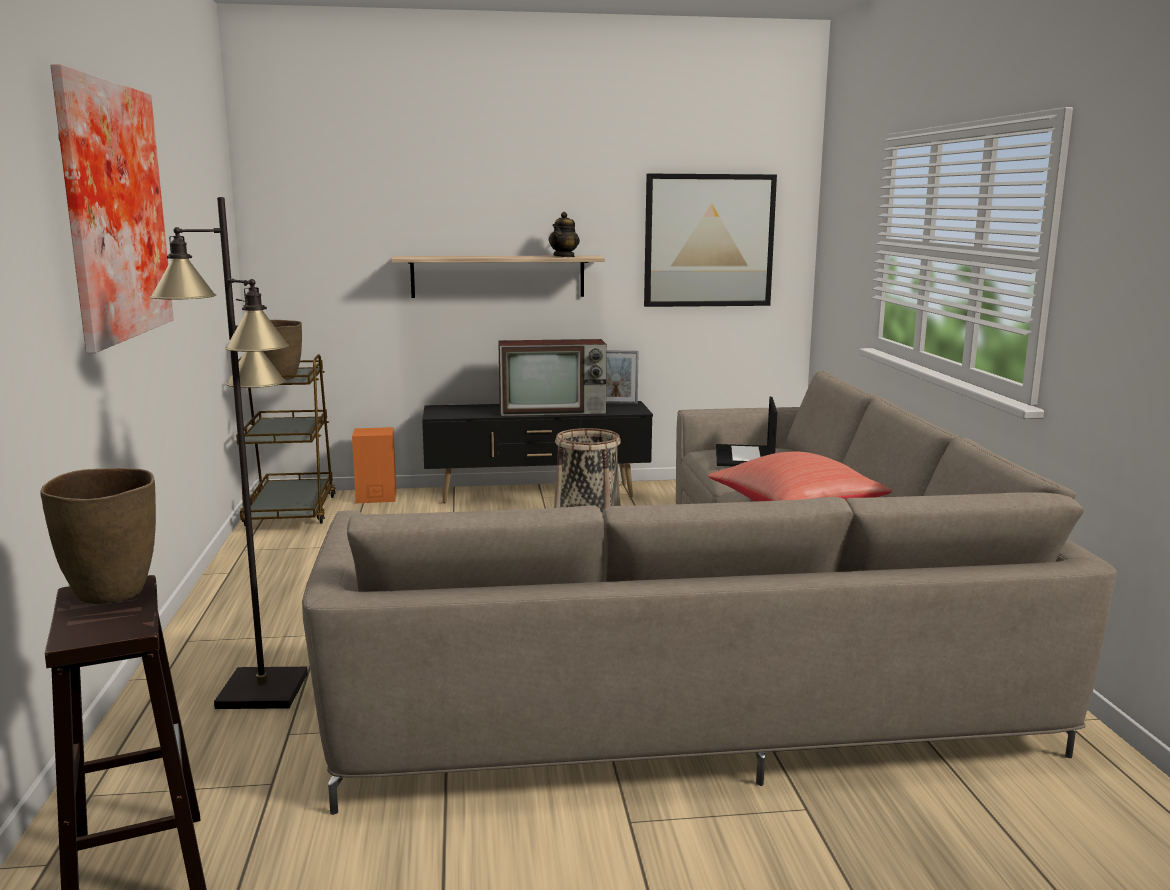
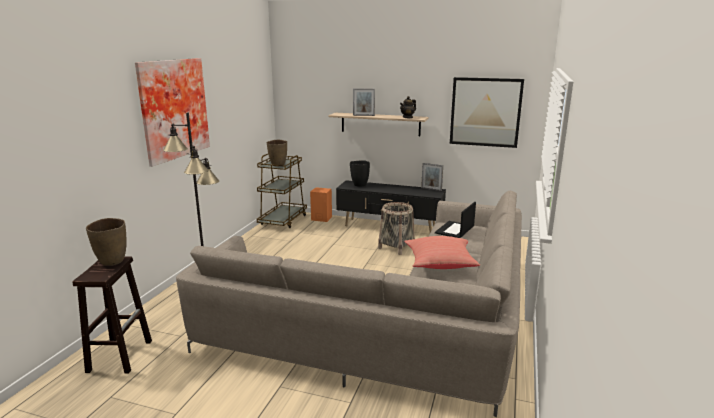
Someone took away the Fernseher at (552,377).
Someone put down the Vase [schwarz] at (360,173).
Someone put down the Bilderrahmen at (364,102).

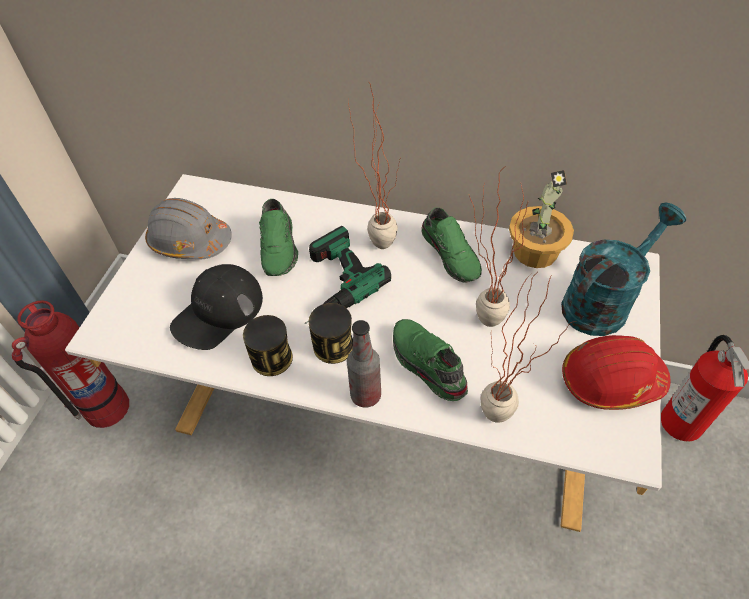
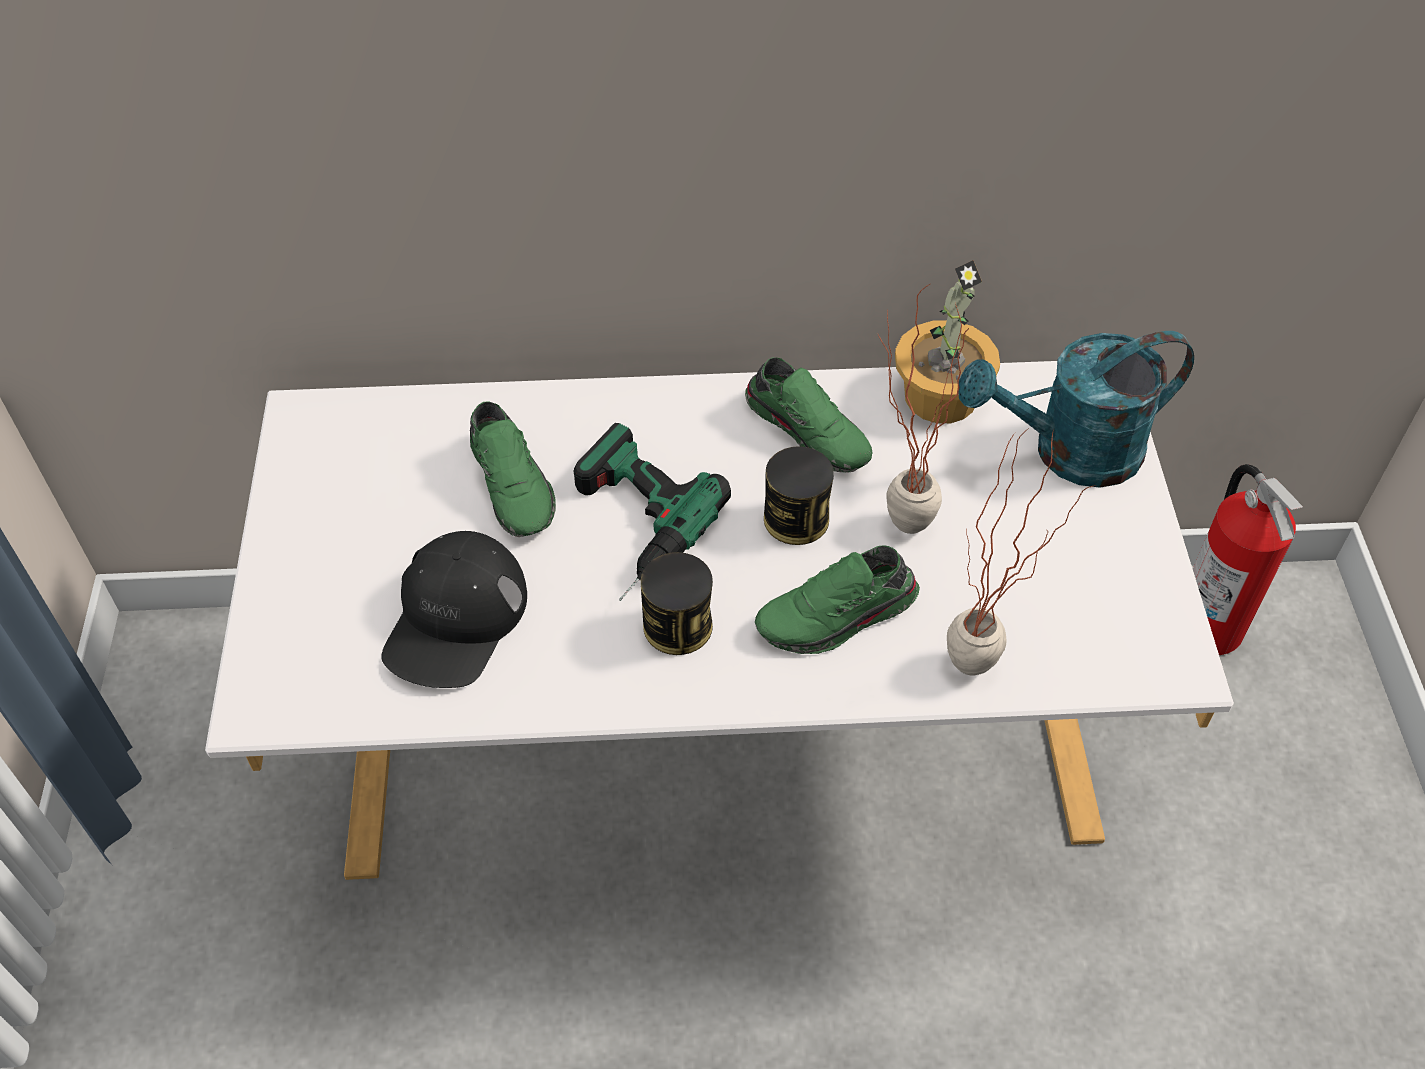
Someone took away the Feuerlöscher at (70,364).
Someone took away the Schutzhelm [grau] at (188,229).
Someone carried the Dose from (268,345) to (799,495).
Someone took away the Flasche at (364,364).
Someone took away the Topfpflanze at (374,166).
Someone rotated the Schuh [grün] at (430,360) by 60 degrees counterclockwise.
Someone rotated the Gießkanne [türkis] at (623,269) by 135 degrees counterclockwise.
Someone took away the Schutzhelm [rot] at (616,372).

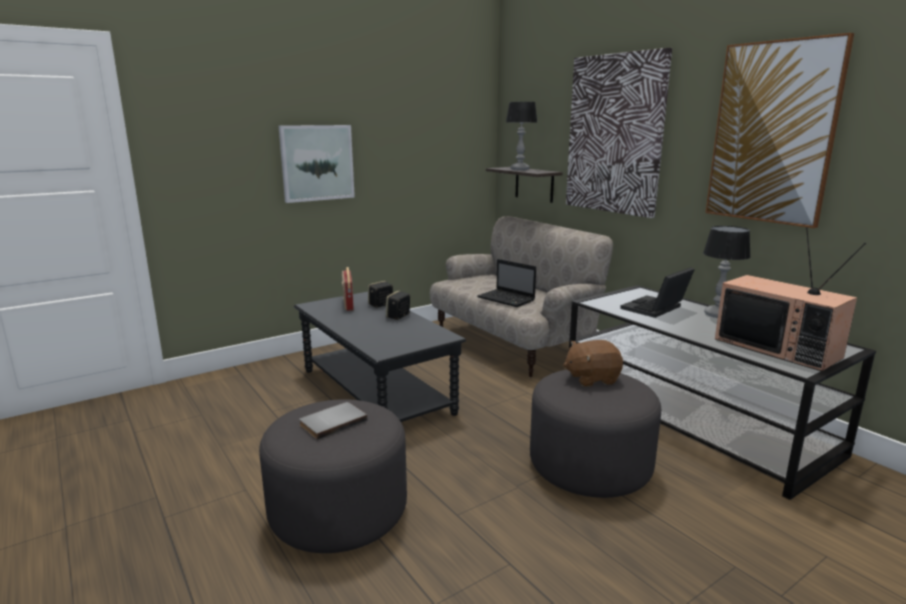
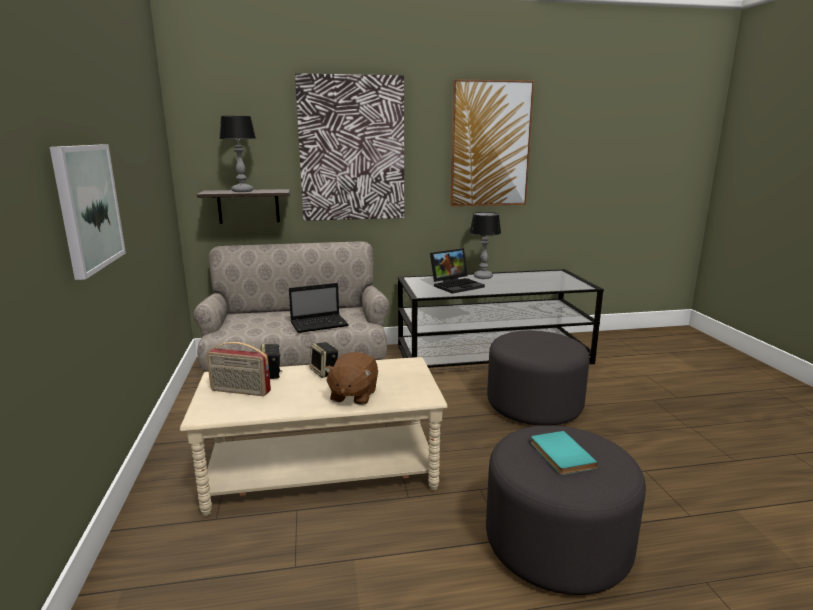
Someone repainted the Couchtisch [schwarz] at (380,357), which became the Couchtisch [beige] at (313,436).
Someone repainted the Buch [grau] at (333,421), which became the Buch [türkis] at (564,453).
Someone carried the Plüschtier [braun] from (593,363) to (351,378).
Someone rotated the Laptop at (657,292) by 105 degrees counterclockwise.
Someone took away the Fernseher at (790,299).

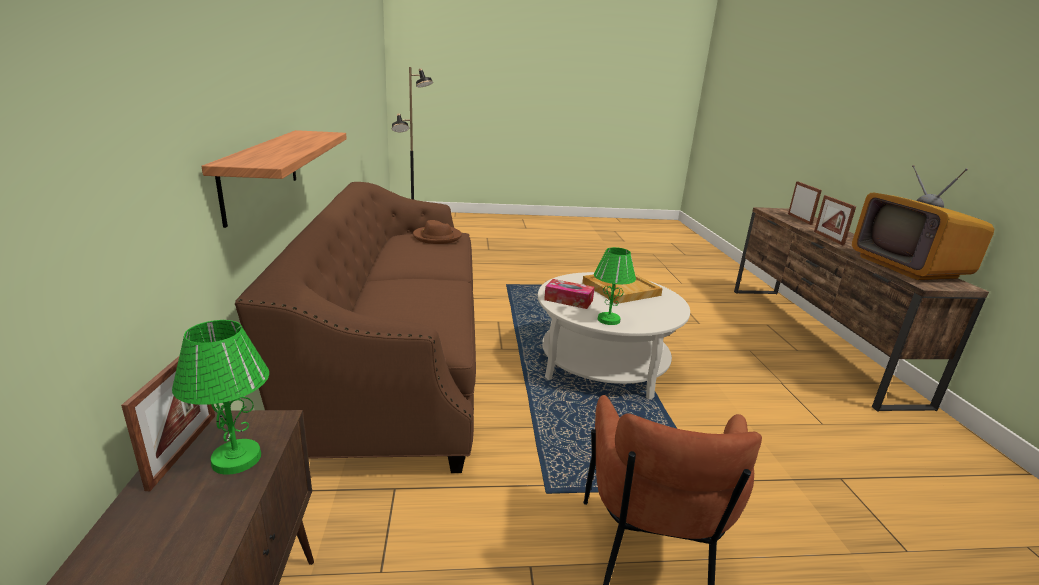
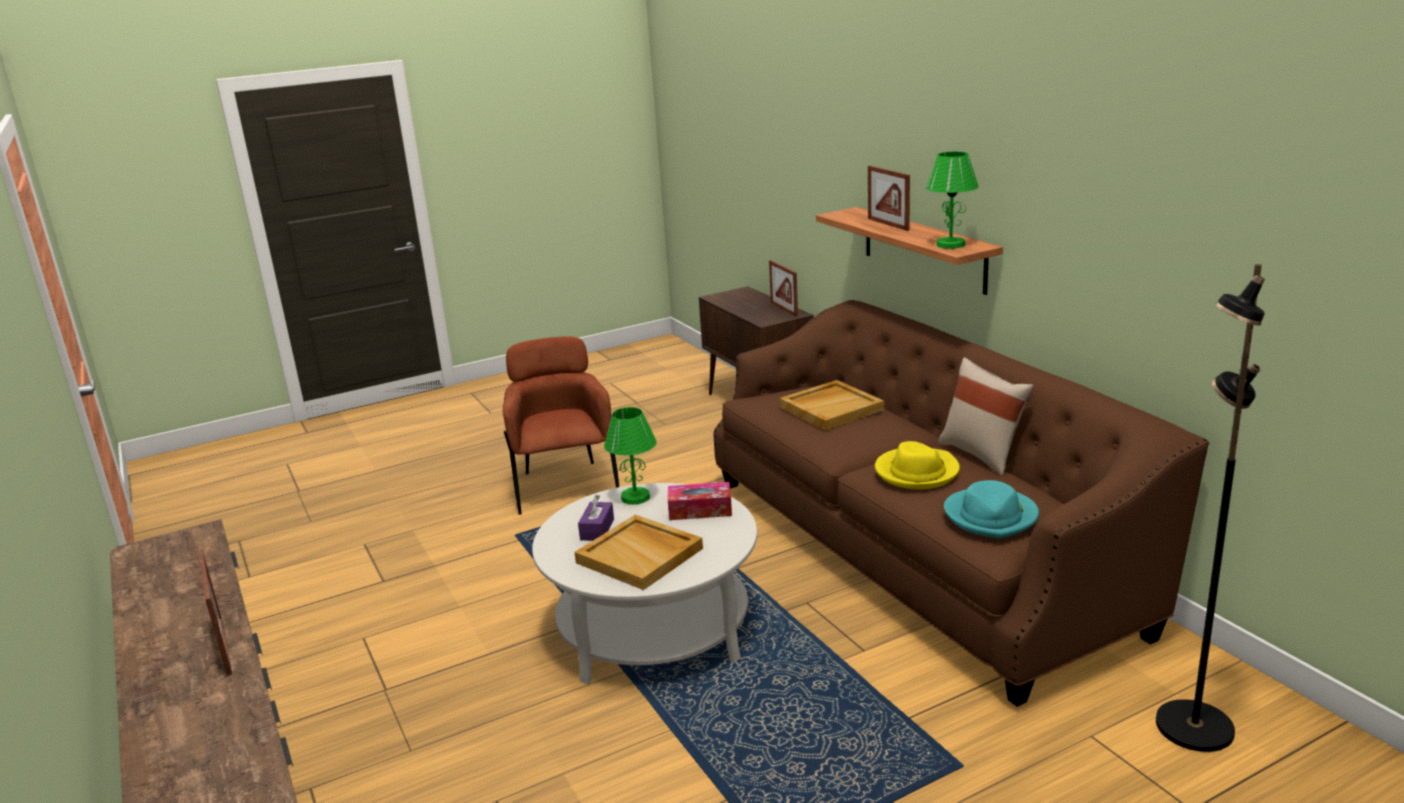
Someone carried the Tischlampe [grün] from (220,397) to (952,200).
Someone repainted the Hut [braun] at (437,232), which became the Hut [türkis] at (991,509).
Someone carried the Bilderrahmen from (805,203) to (889,198).
Someone took away the Fernseher at (923,222).
Someone put down the Taschentuchbox [lila] at (596,518).
Someone put down the Tablett [beige] at (832,405).
Someone put down the Hut [gelb] at (917,465).
Someone put down the Kissen [beige] at (986,416).

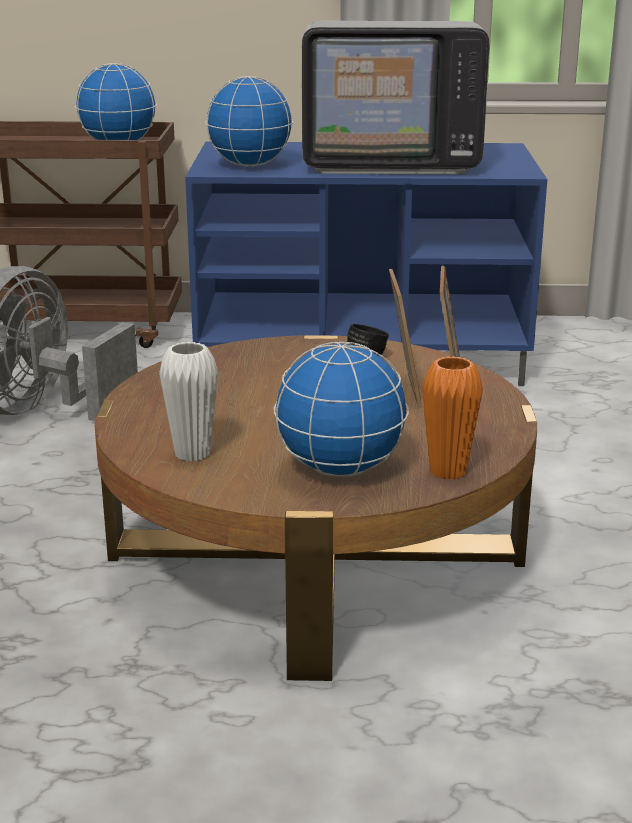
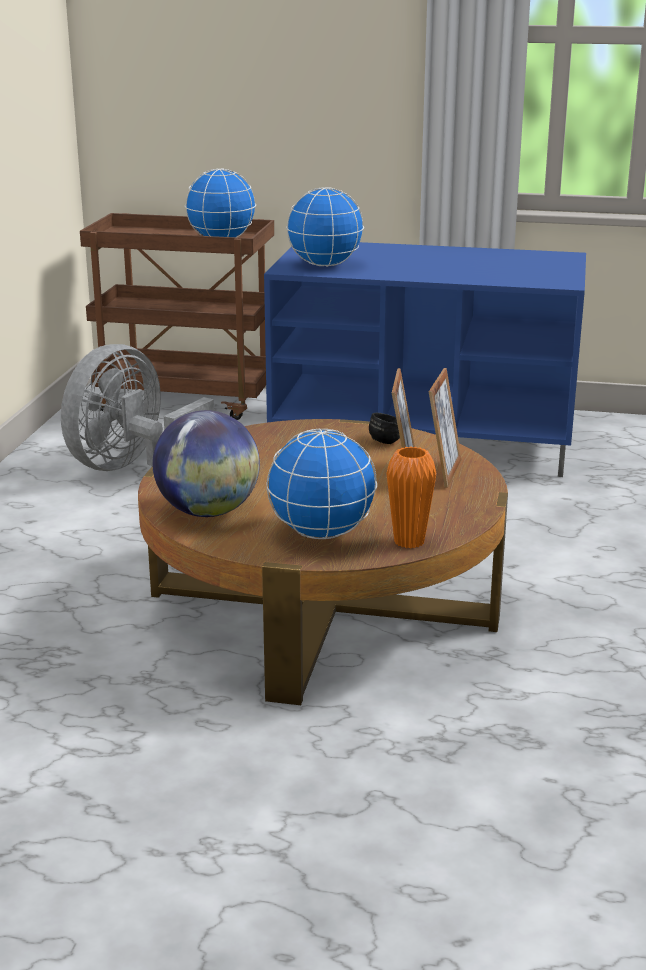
Someone swapped the Vase [weiß] at (188,402) for the Globus at (206,463).
Someone took away the Fernseher at (396,98).

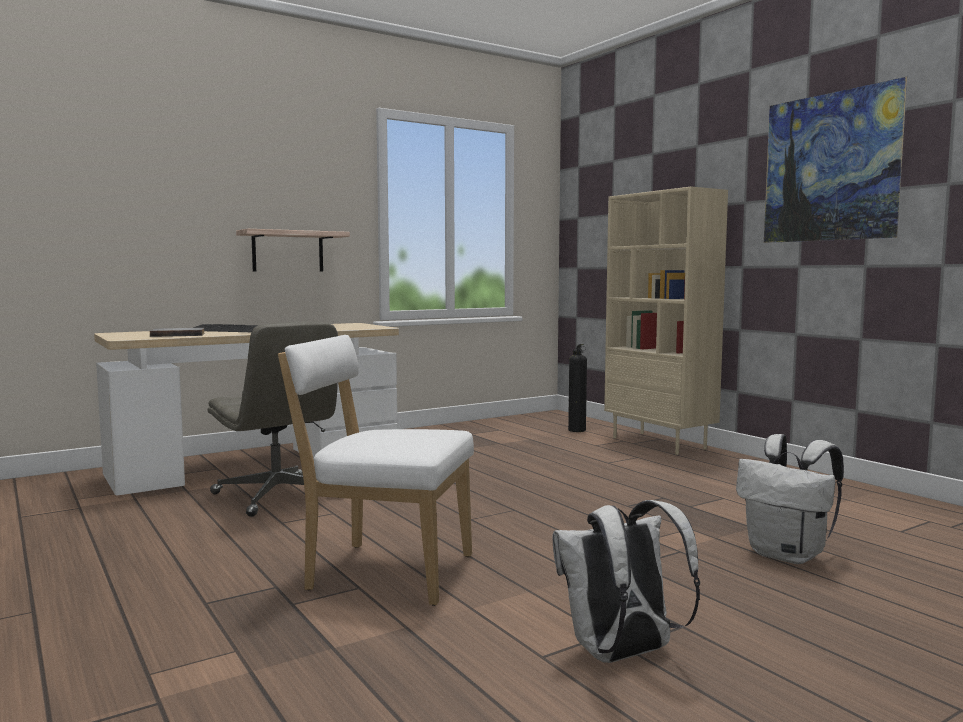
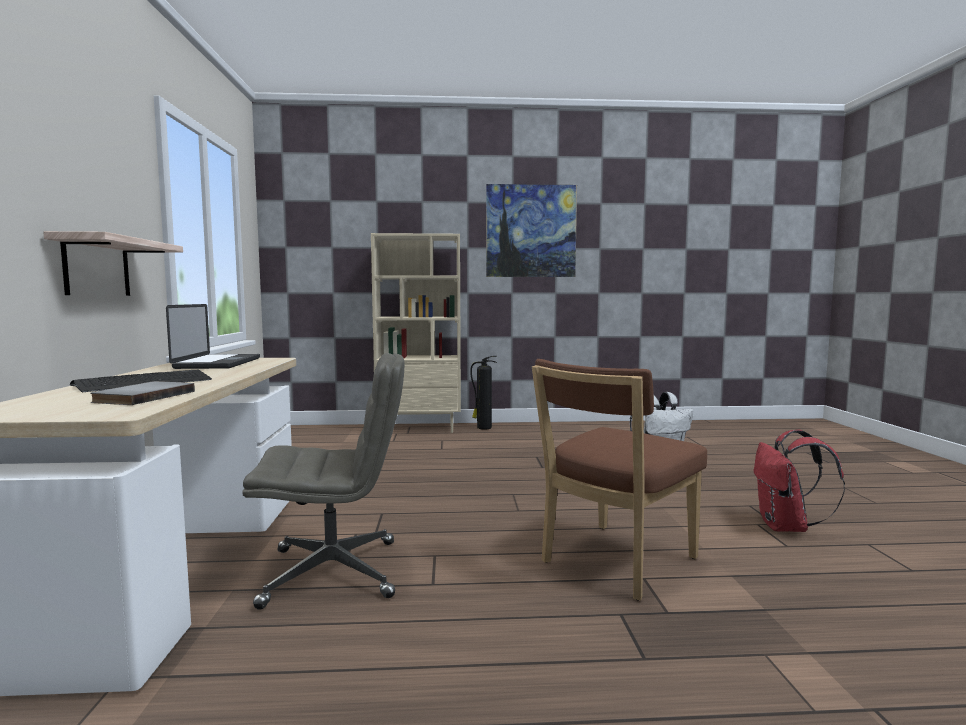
Someone repainted the Stuhl [weiß] at (376,470), which became the Stuhl [braun] at (619,480).
Someone repainted the Rucksack [weiß] at (626,581), which became the Rucksack [rot] at (799,480).
Someone carried the Feuerlöscher from (577,388) to (483,393).
Someone put down the Laptop at (213,336).

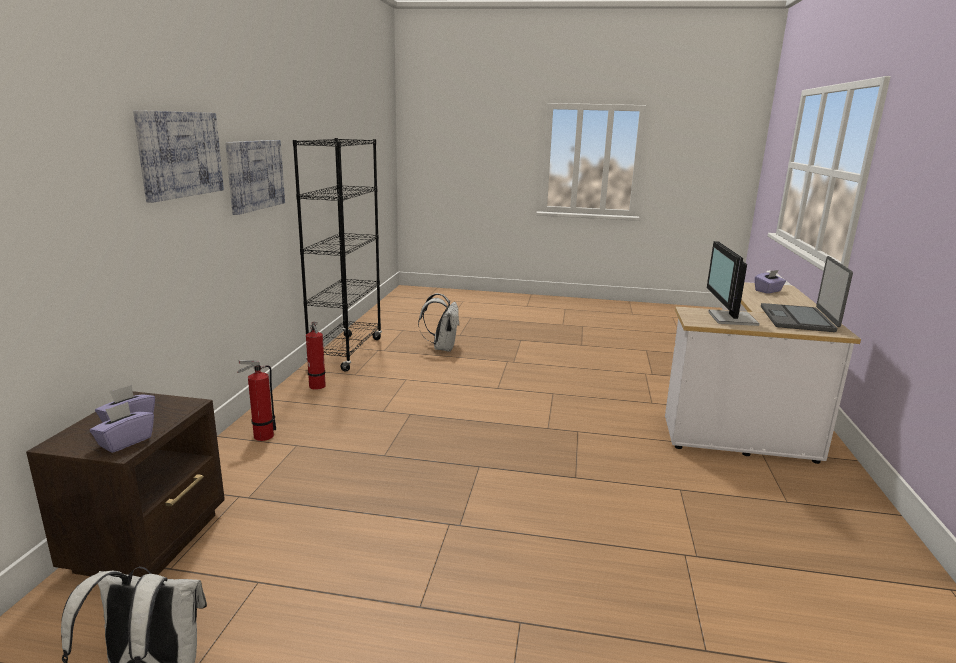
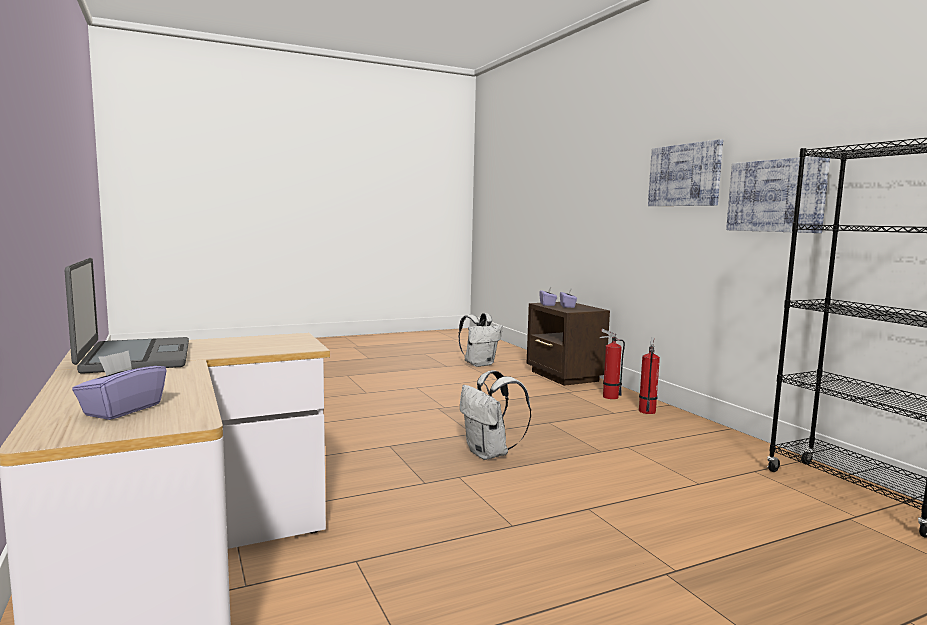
Someone carried the Feuerlöscher from (316,356) to (612,364).
Someone carried the Rucksack [weiß] from (438,322) to (495,415).
Someone took away the Monitor at (733,283).

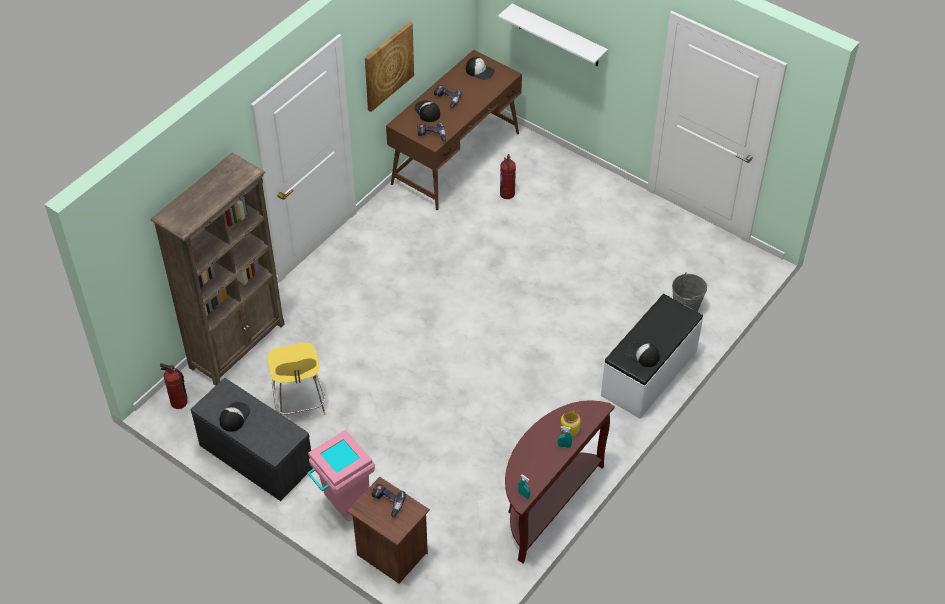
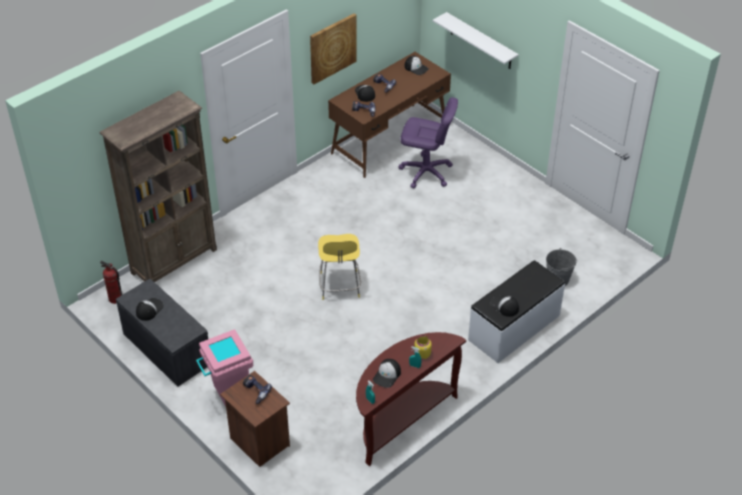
Someone carried the Hocker [gelb] from (296,378) to (339,267).
Someone swapped the Feuerlöscher at (508,176) for the Bürostuhl [lila] at (428,143).
Someone put down the Kappe at (387,373).

